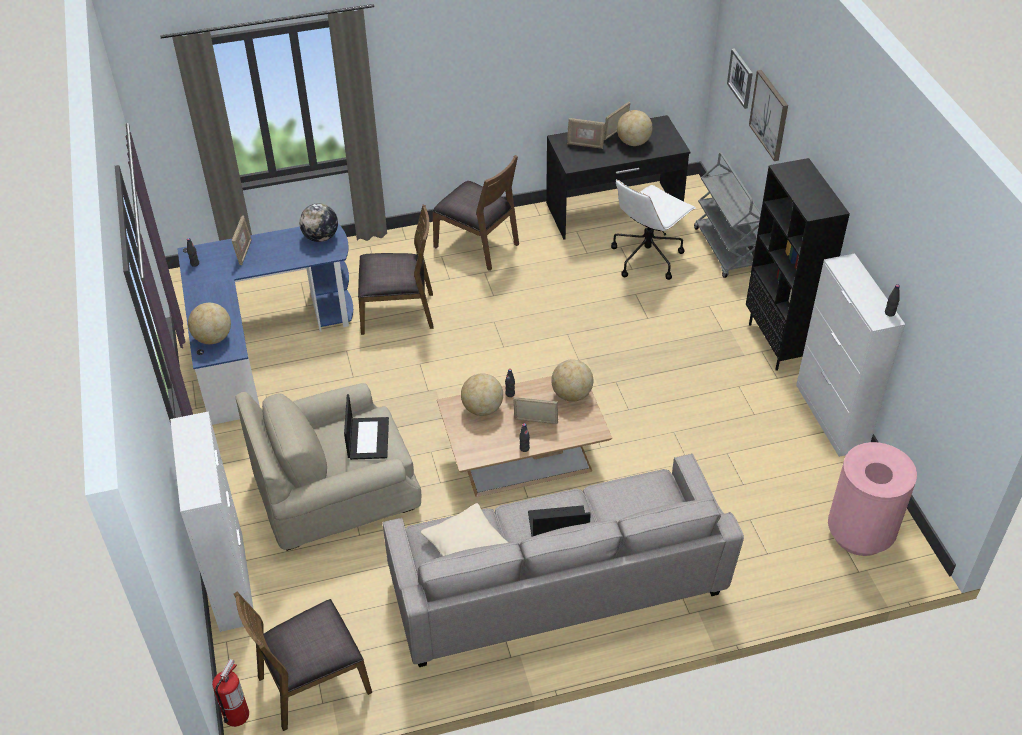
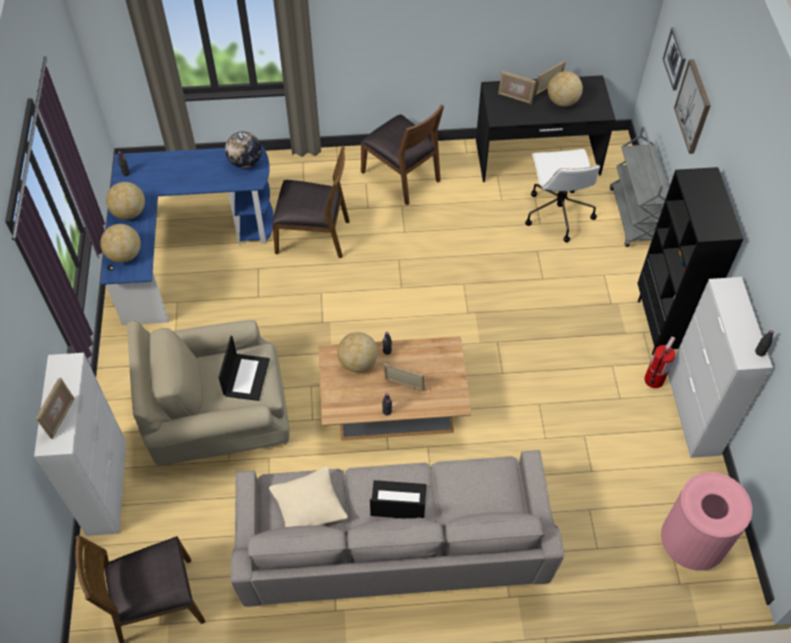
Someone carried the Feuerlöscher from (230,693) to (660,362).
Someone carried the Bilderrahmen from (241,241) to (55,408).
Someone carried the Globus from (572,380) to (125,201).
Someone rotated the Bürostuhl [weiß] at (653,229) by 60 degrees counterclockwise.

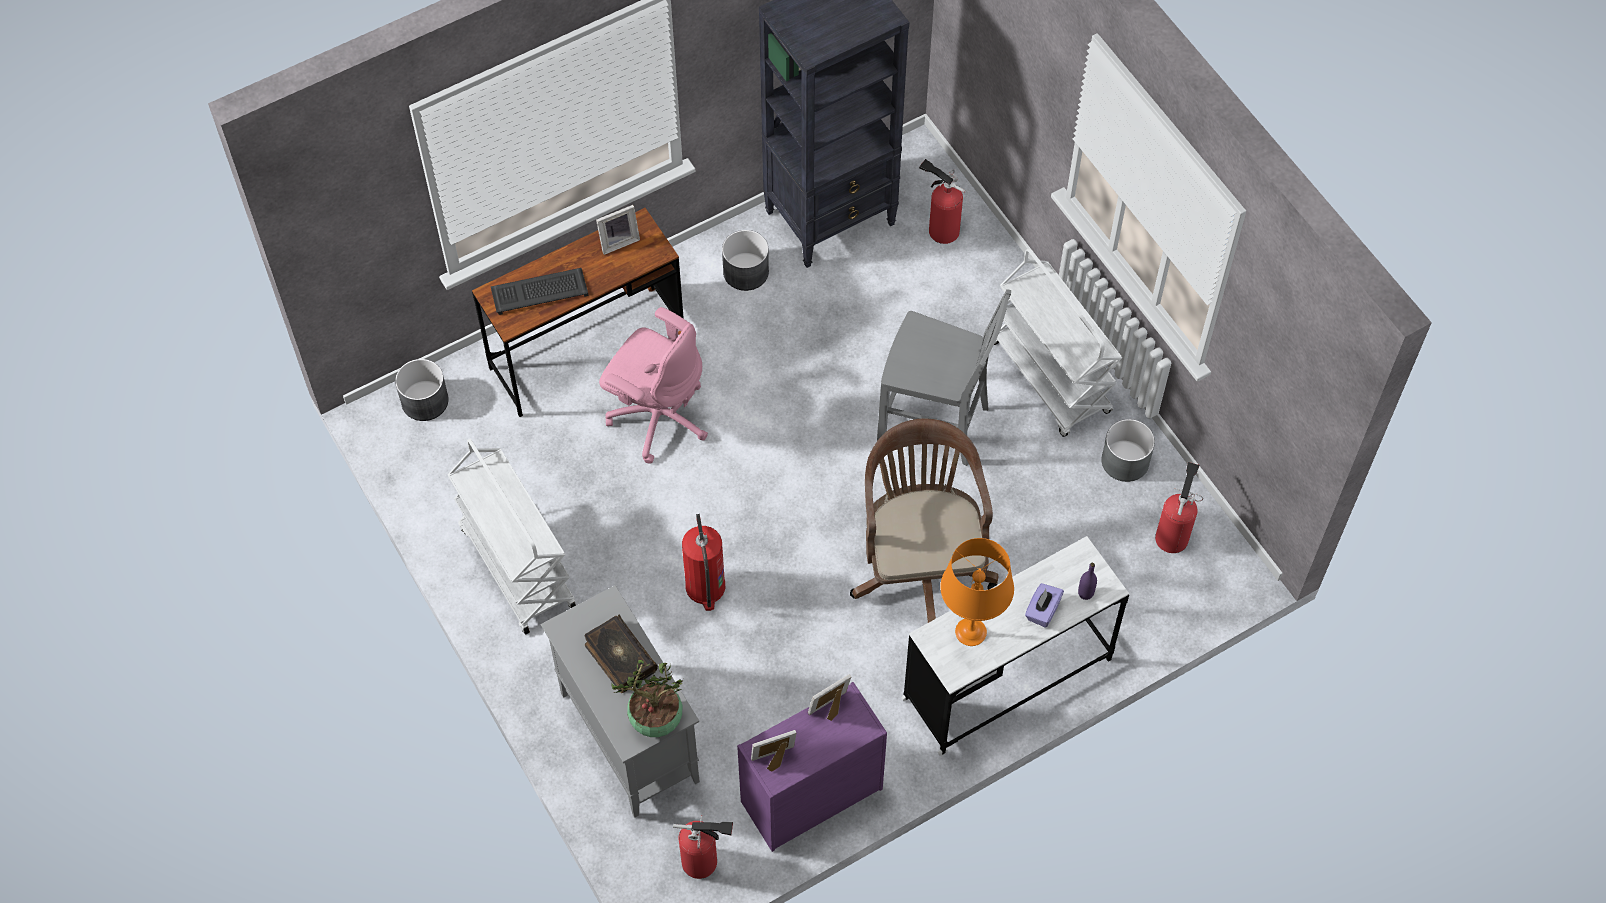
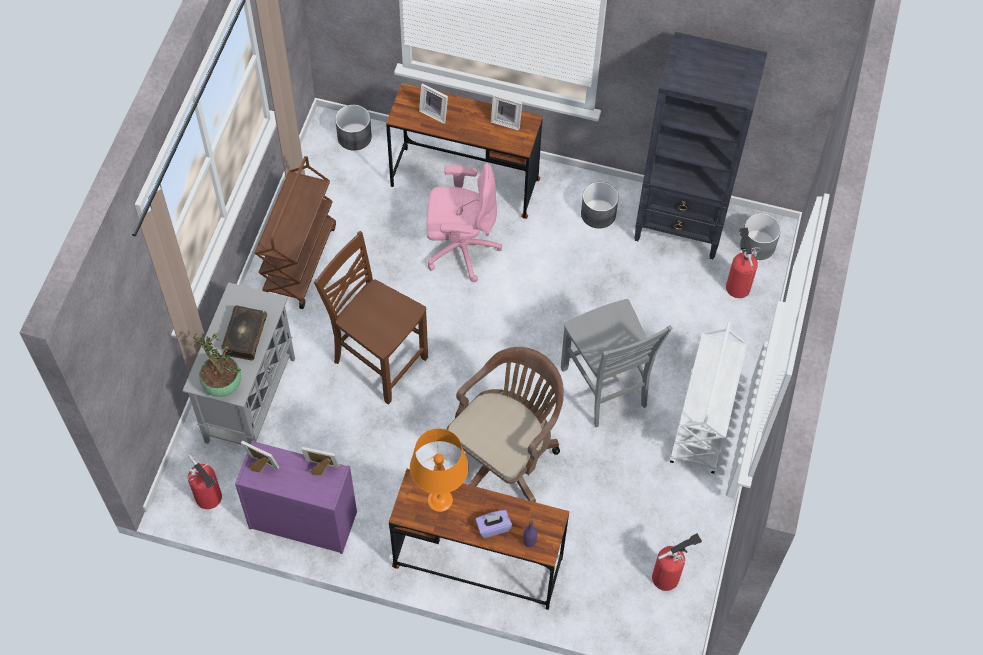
Someone repainted the Rollwagen [weiß] at (511,537), which became the Rollwagen [braun] at (295,232).
Someone swapped the Tastatur at (539,291) for the Bilderrahmen at (433,103).
Someone rotated the Bürostuhl [rosa] at (653,385) by 75 degrees counterclockwise.
Someone swapped the Feuerlöscher at (703,562) for the Stuhl [braun] at (371,318).
Someone repainted the Schreibtisch [weiß] at (1015,646), which became the Schreibtisch [braun] at (479,539).
Someone carried the Pflanzkübel [grau] from (1128,450) to (760,236).

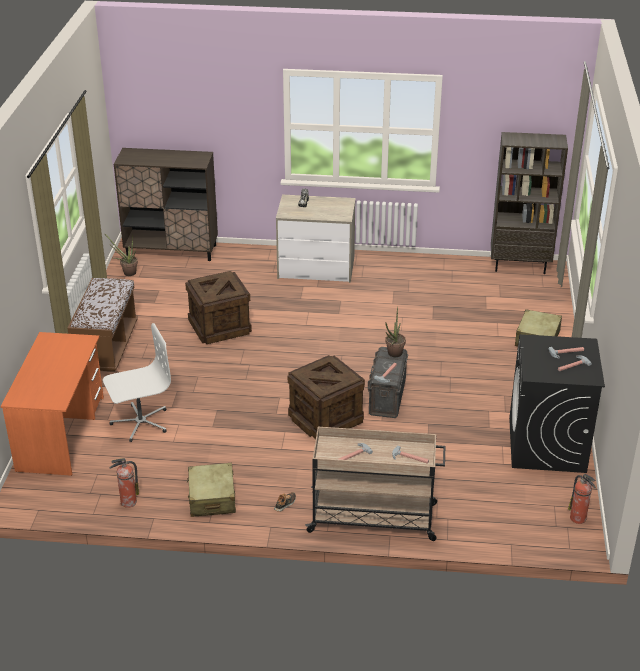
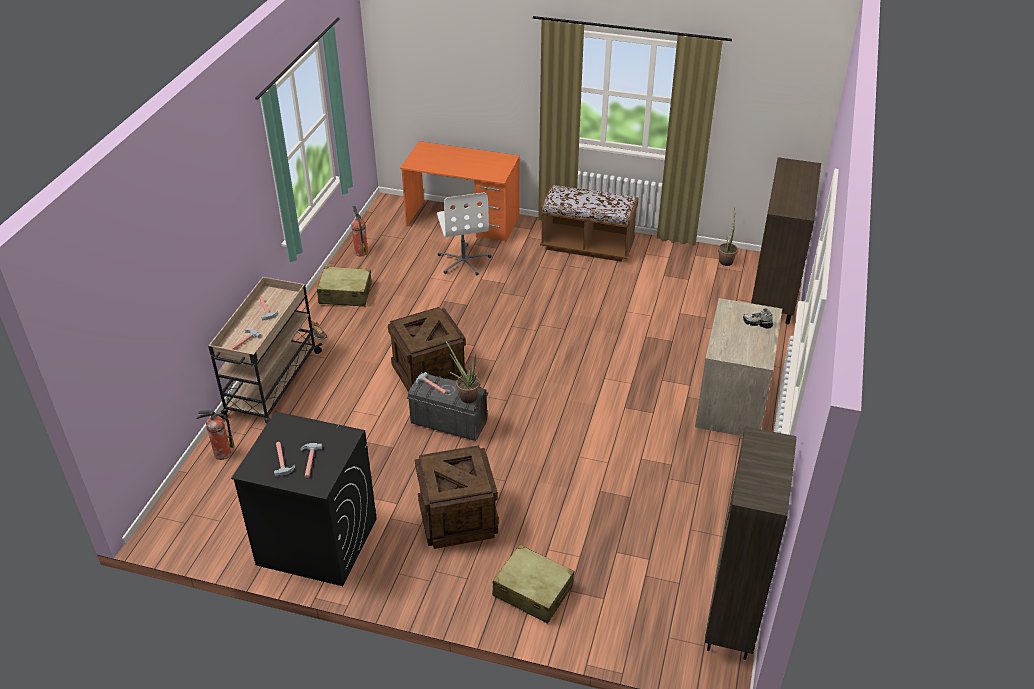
Someone carried the Kiste from (218,307) to (457,497).
Someone carried the Feuerlöscher from (582,499) to (215,435).

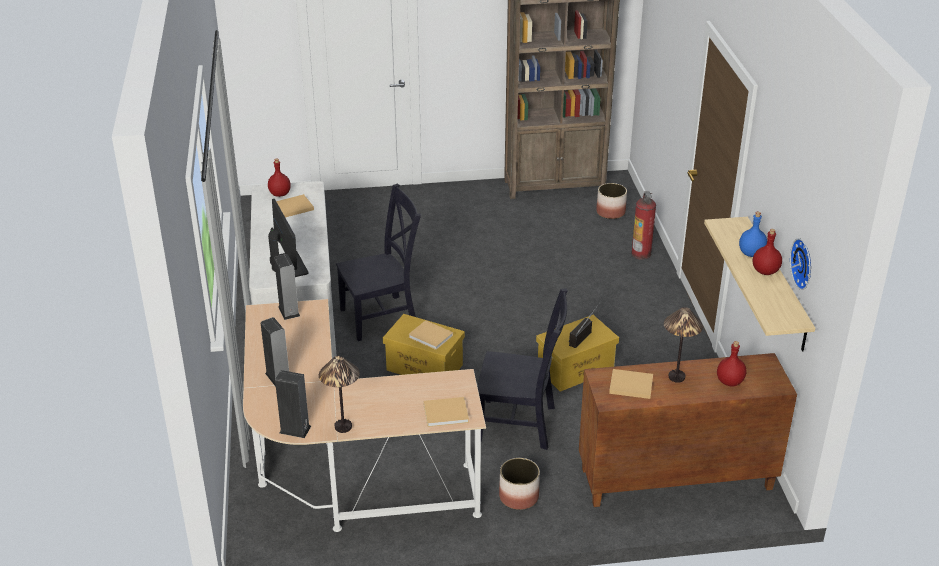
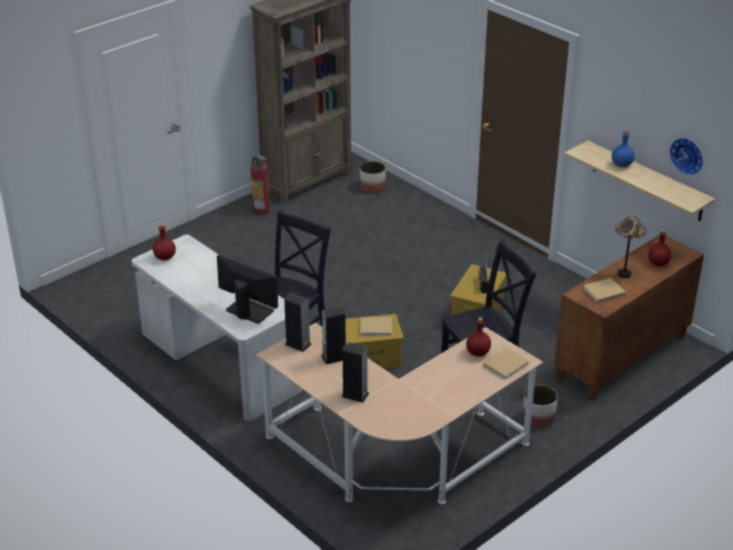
Someone carried the Lautsprecher from (293,404) to (333,335).
Someone took away the Buch [beige] at (295,205).
Someone took away the Tischlampe at (339,394).
Someone carried the Feuerlöscher from (643,225) to (260,185).
Someone carried the Flasche [rot] from (767,252) to (478,337).

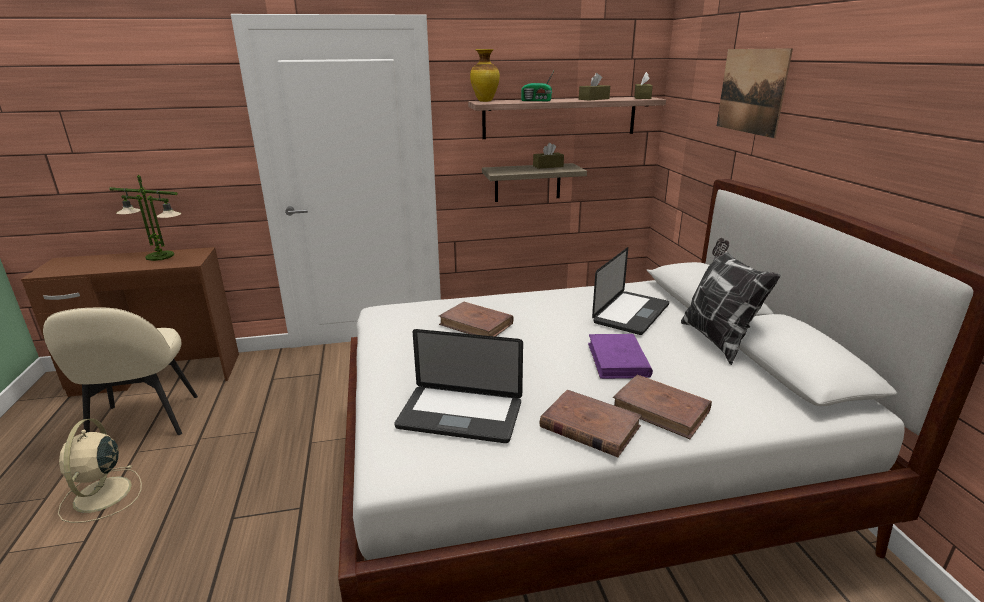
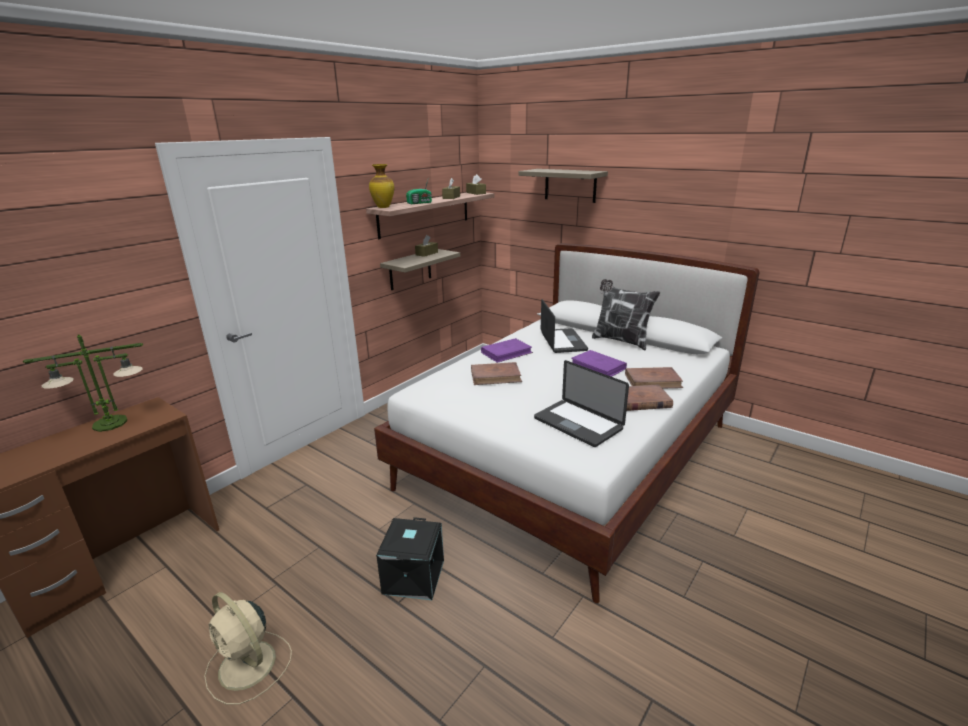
Someone took away the Stuhl [beige] at (120,371).
Someone rotated the Laptop at (458,386) by 75 degrees clockwise.
Someone swapped the Bild at (755,93) for the Wandregal at (563,186).
Someone put down the Aufbewahrungsbox [schwarz] at (410,558).
Someone put down the Buch [lila] at (507,350).

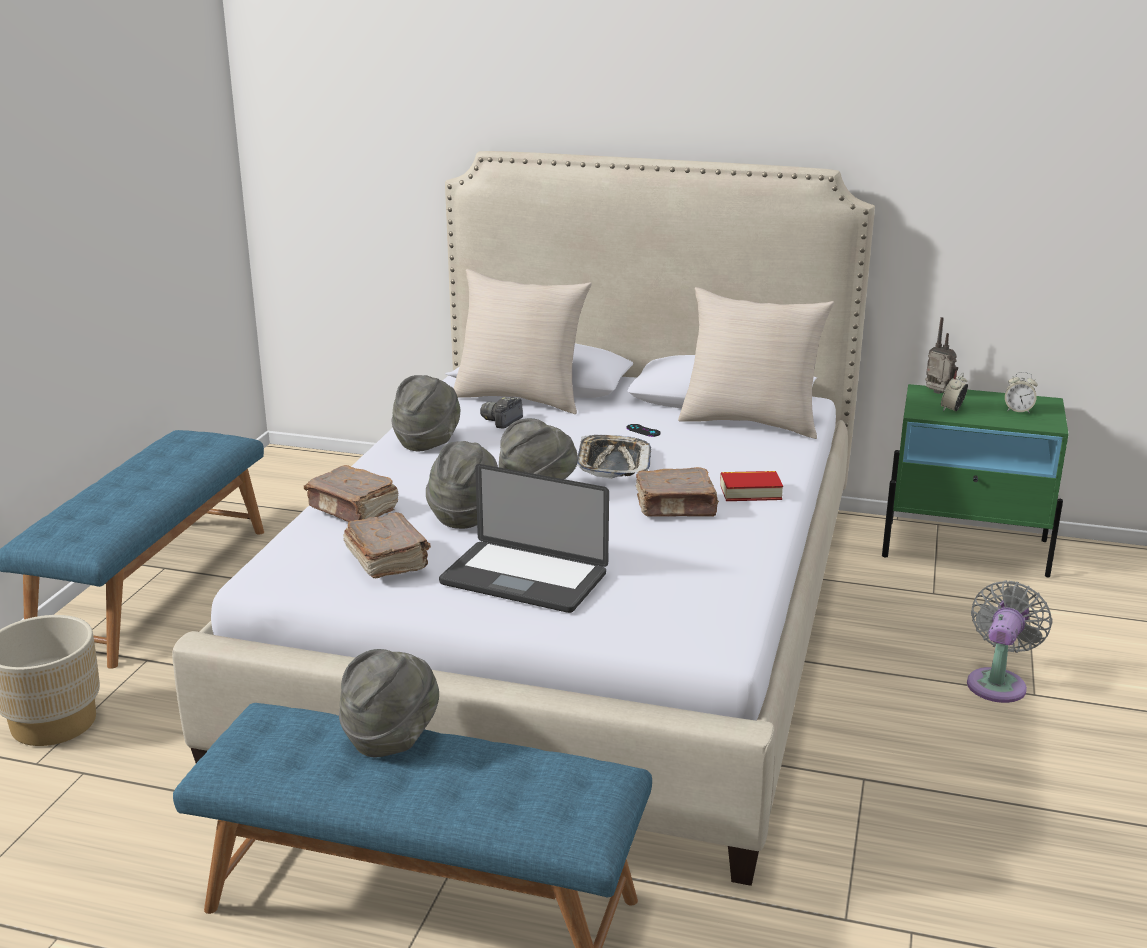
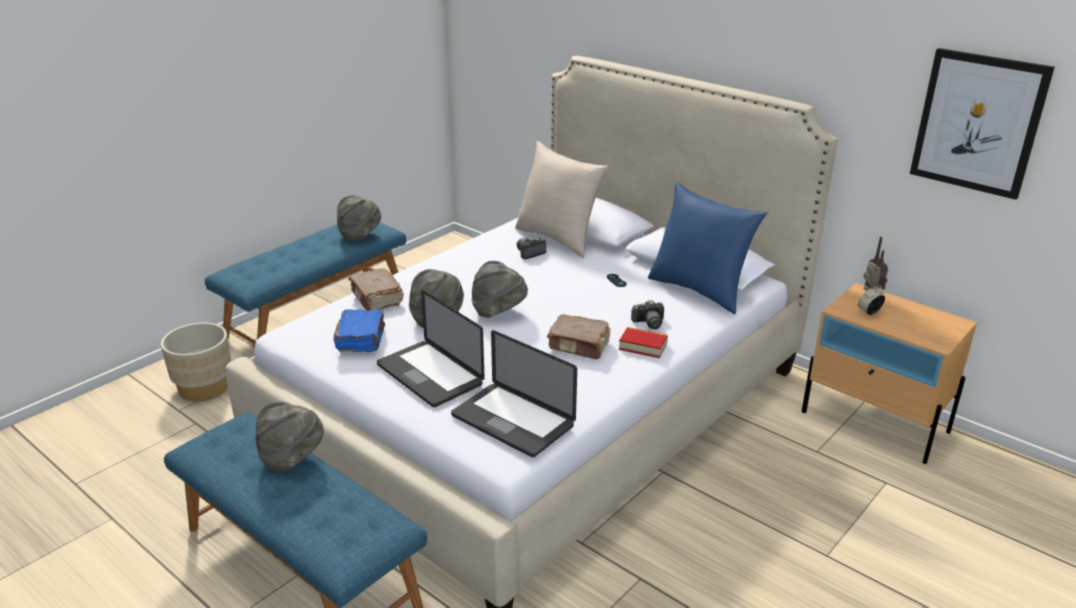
Someone repainted the Buch [braun] at (387,545), which became the Buch [blau] at (359,330).
Someone carried the Hut [grau] from (426,413) to (359,218).
Someone took away the Tablett at (614,457).
Someone repainted the Kissen [beige] at (756,363), which became the Kissen [blau] at (707,248).
Someone repainted the Nachttisch [grün] at (975,480), which became the Nachttisch [beige] at (889,373).
Someone took away the Ventilator [grau] at (1009,642).
Someone took away the Wecker at (1021,393).
Someone put down the Laptop at (514,393).
Someone put down the Kamera at (647,314).
Someone put up the Bild at (982,124).

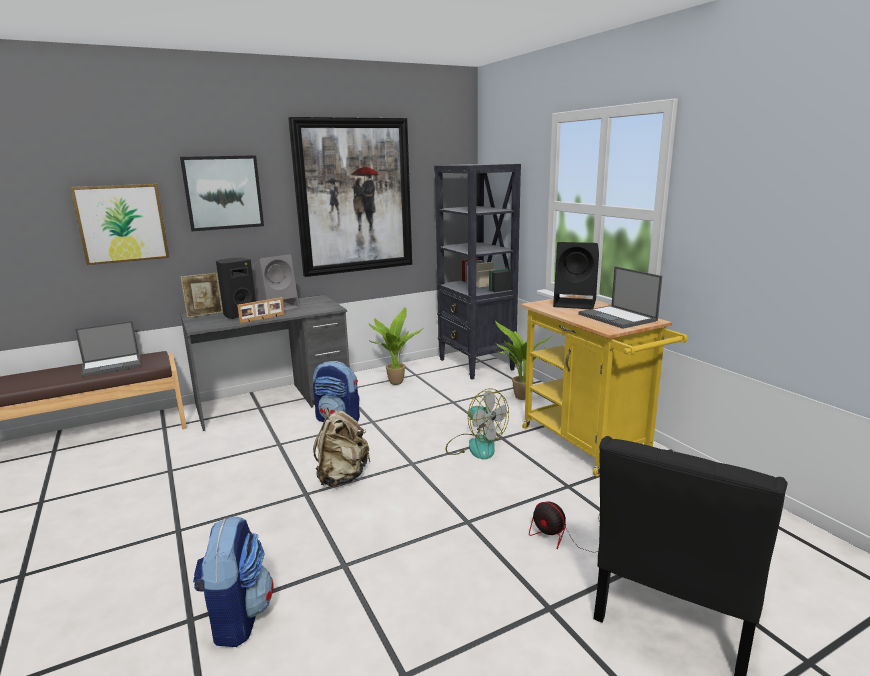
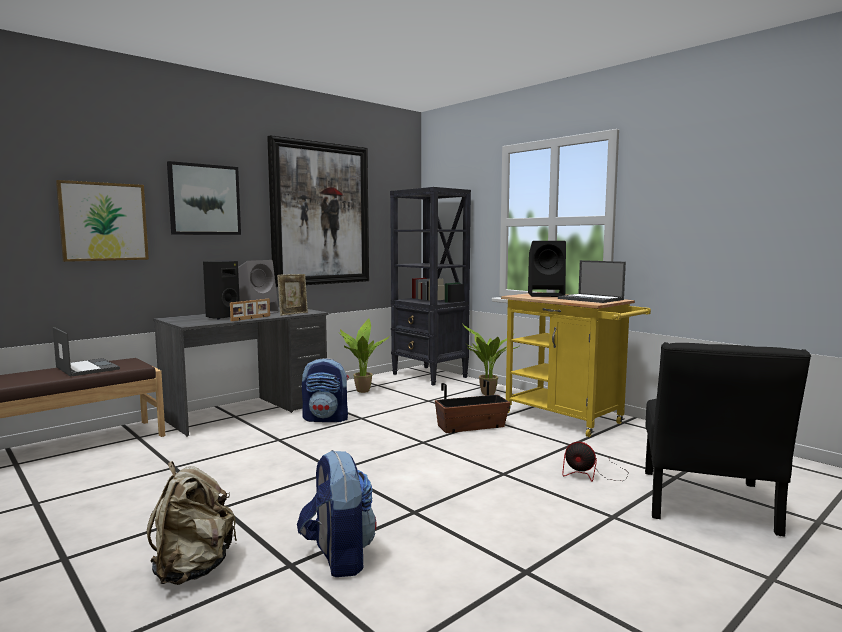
Someone rotated the Laptop at (108,349) by 90 degrees counterclockwise.
Someone carried the Bilderrahmen from (202,295) to (292,295).
Someone carried the Rucksack [beige] from (342,447) to (192,523).
Someone swapped the Ventilator at (477,423) for the Pflanzkübel at (472,406).

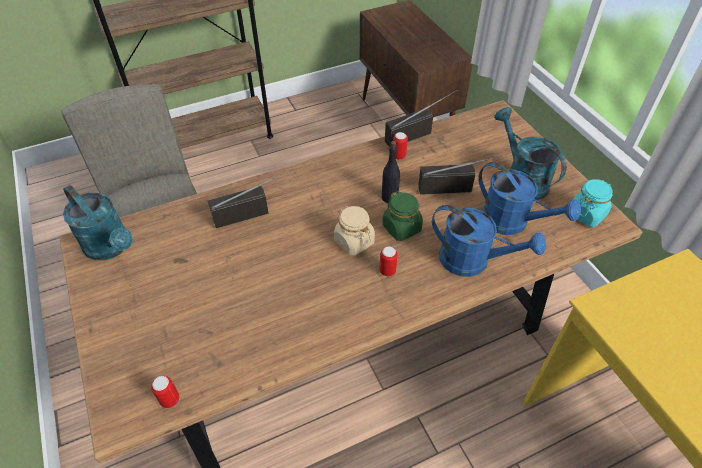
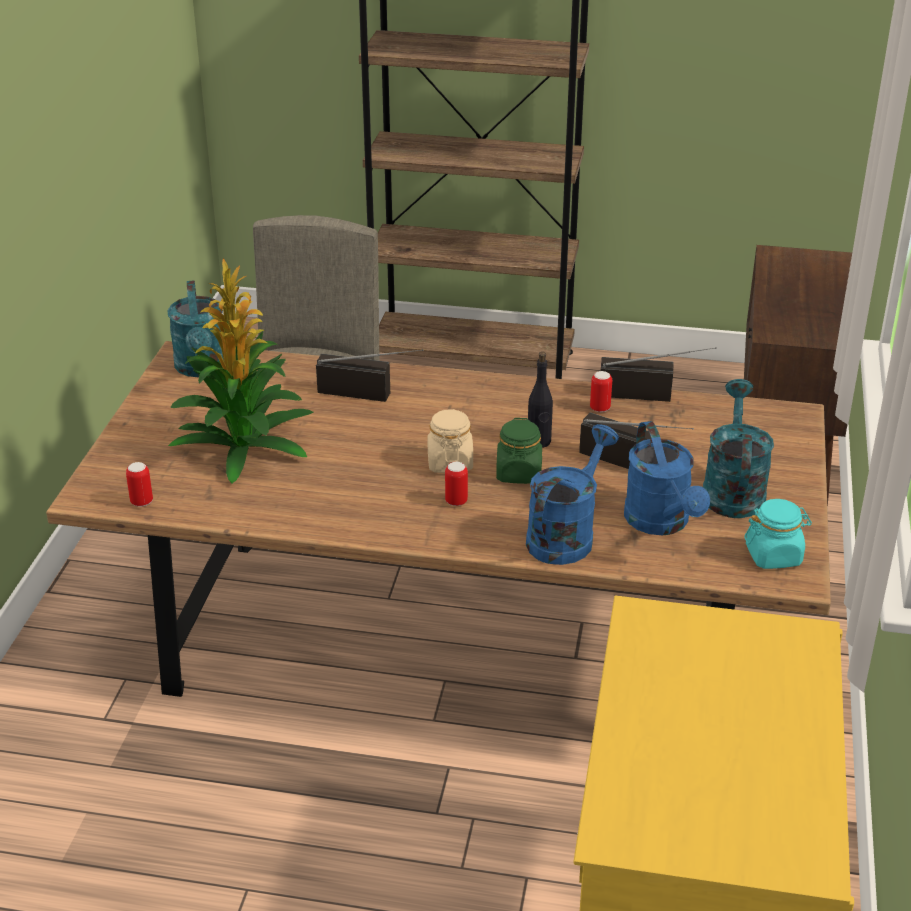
Someone rotated the Gießkanne [blau] at (489,241) by 120 degrees counterclockwise.
Someone put down the Topfpflanze at (240,370).

